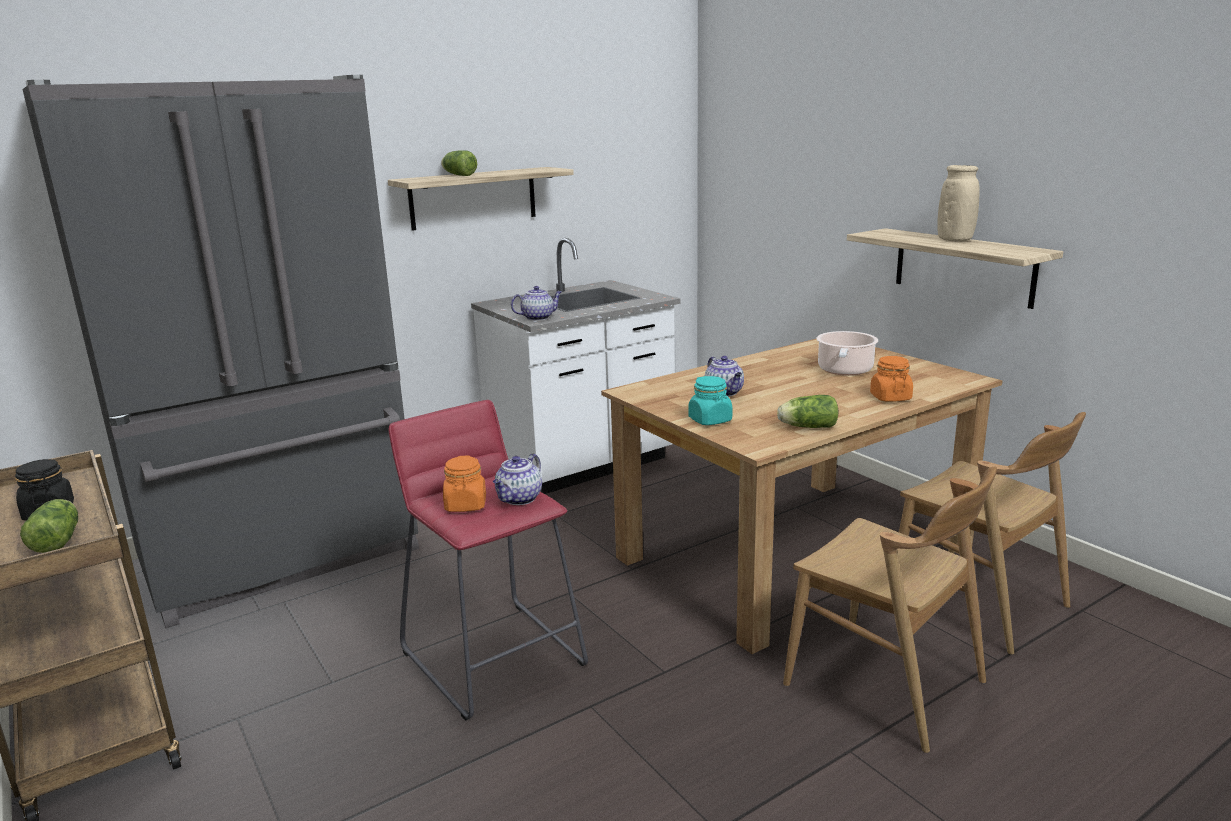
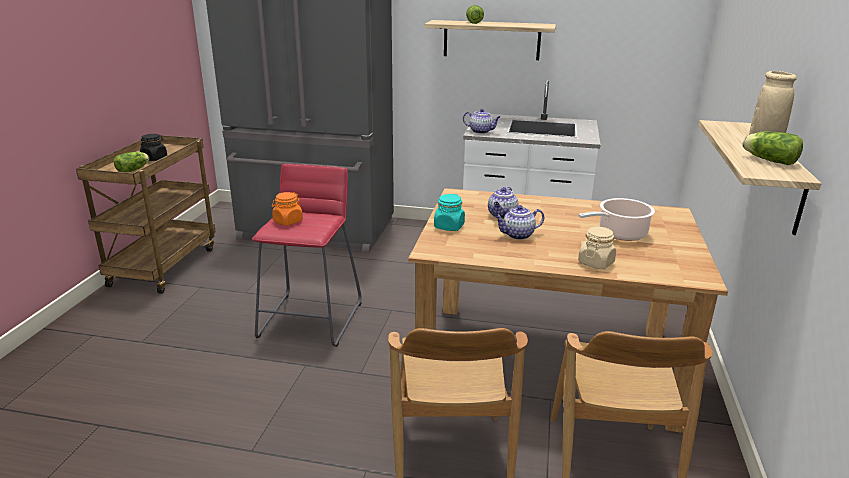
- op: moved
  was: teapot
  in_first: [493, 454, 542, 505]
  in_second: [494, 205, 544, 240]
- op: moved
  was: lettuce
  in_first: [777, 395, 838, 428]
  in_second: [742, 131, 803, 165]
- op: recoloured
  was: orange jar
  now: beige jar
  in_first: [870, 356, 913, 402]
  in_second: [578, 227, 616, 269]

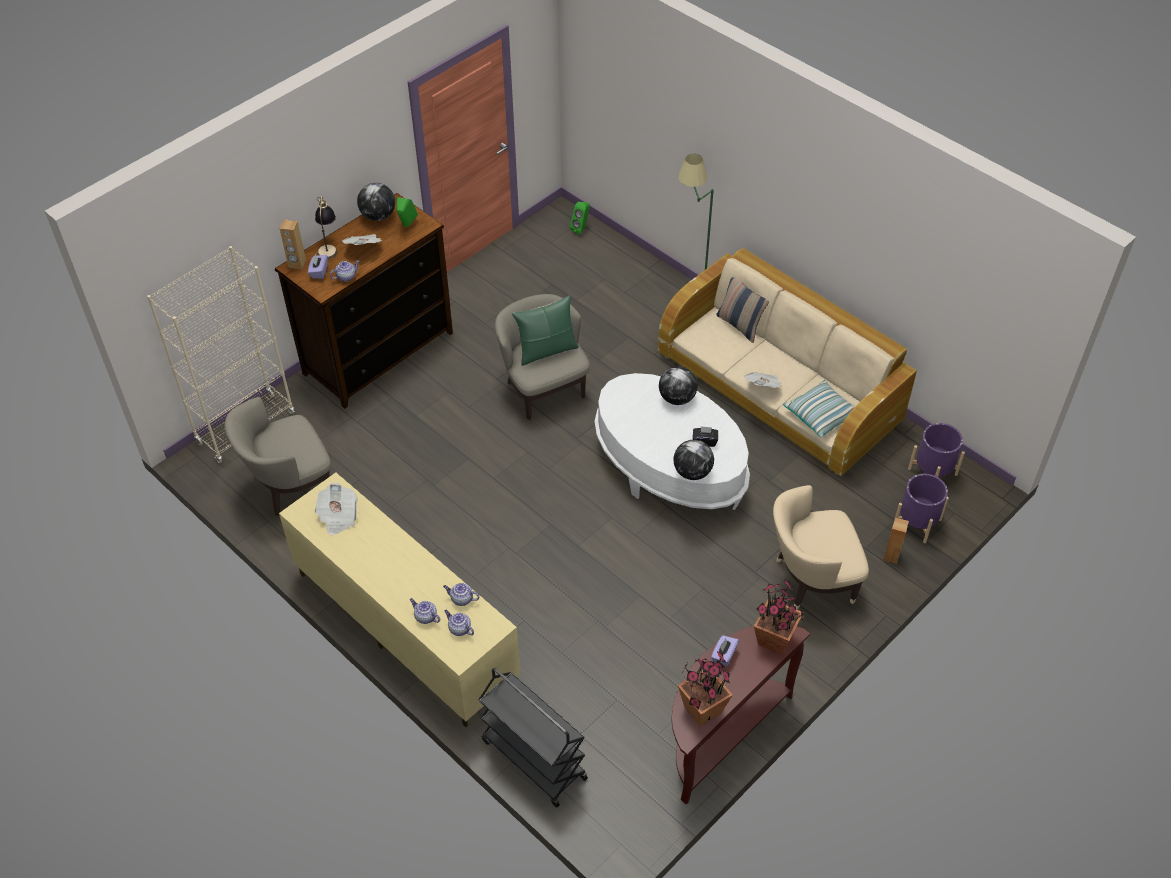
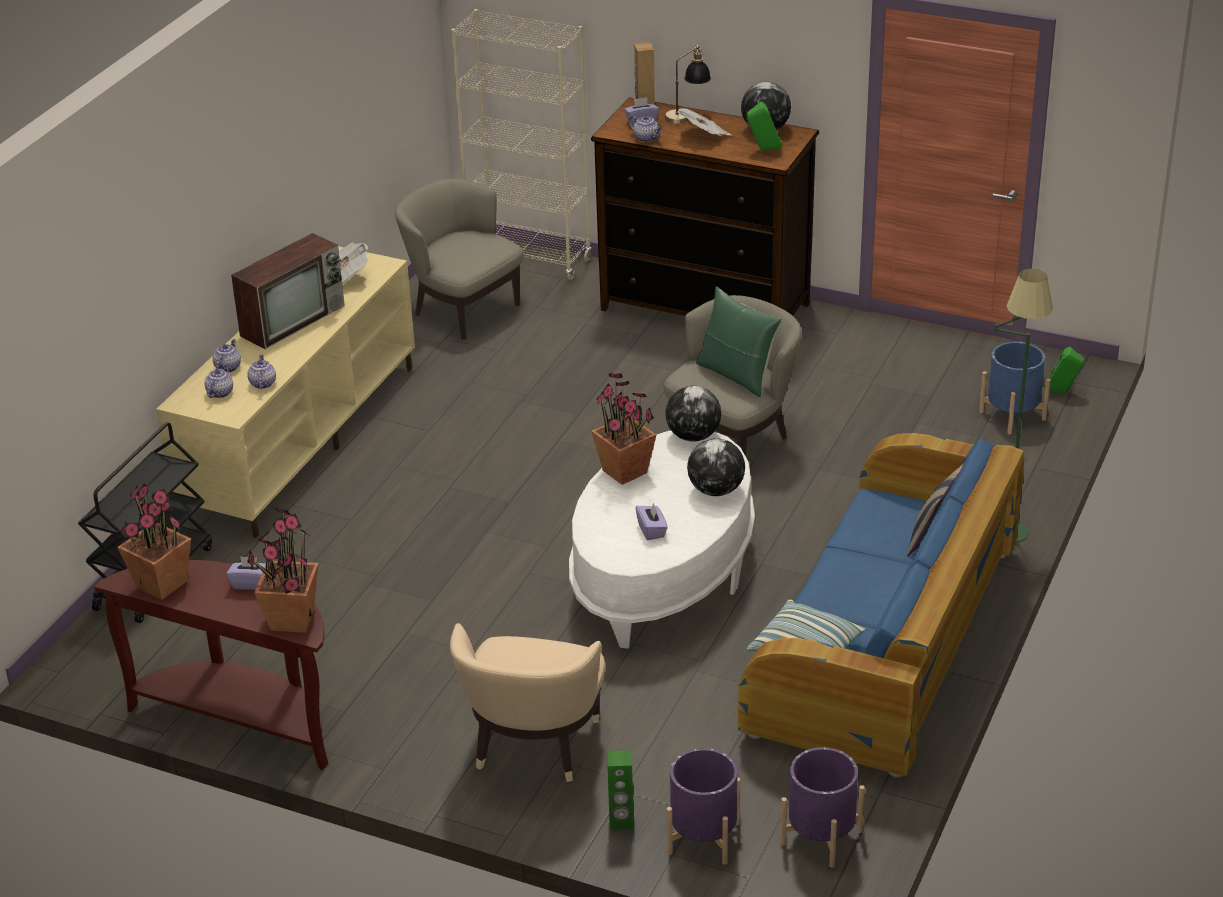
- op: recoloured
  was: beige sofa
  now: blue sofa
  in_first: [658, 248, 917, 476]
  in_second: [738, 433, 1024, 778]
- op: moved
  was: globe
  in_first: [673, 440, 714, 480]
  in_second: [665, 386, 721, 442]
- op: recoloured
  was: black tissue box
  now: purple tissue box
  in_first: [693, 426, 718, 447]
  in_second: [636, 502, 668, 540]
- op: removed
  was: newspaper
  in_first: [744, 372, 782, 388]
- op: turned
  was: beige armchair
  in_first: [773, 485, 869, 610]
  in_second: [450, 623, 605, 782]
  clockwise: -135
- op: recoloured
  was: brown speaker
  now: green speaker
  in_first: [884, 518, 909, 564]
  in_second: [607, 750, 634, 830]
- op: added
  now: television
  in_second: [231, 233, 345, 349]
- op: added
  now: potted plant
  in_second: [591, 373, 656, 485]
- op: added
  now: blue planter
  in_second: [979, 342, 1050, 435]

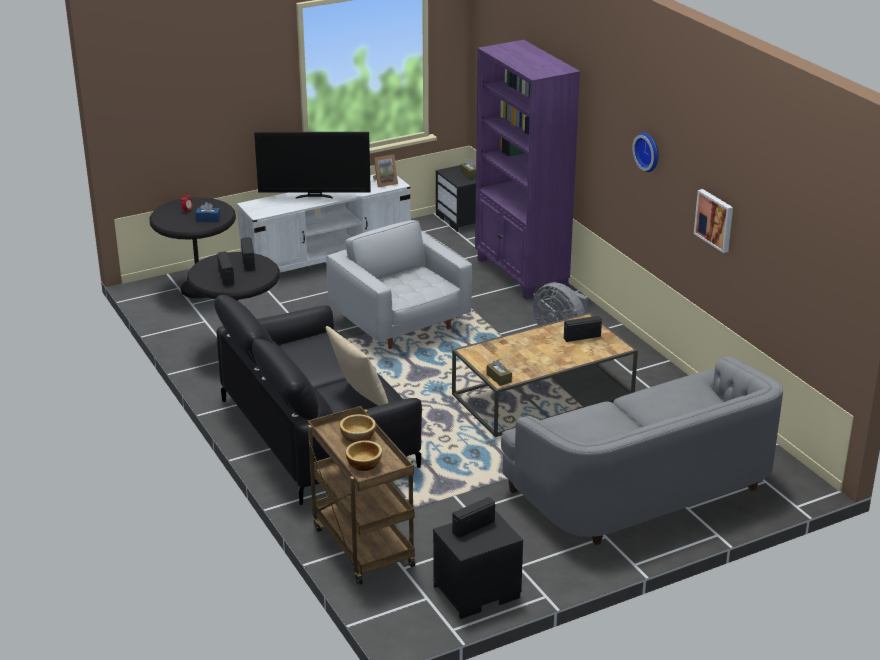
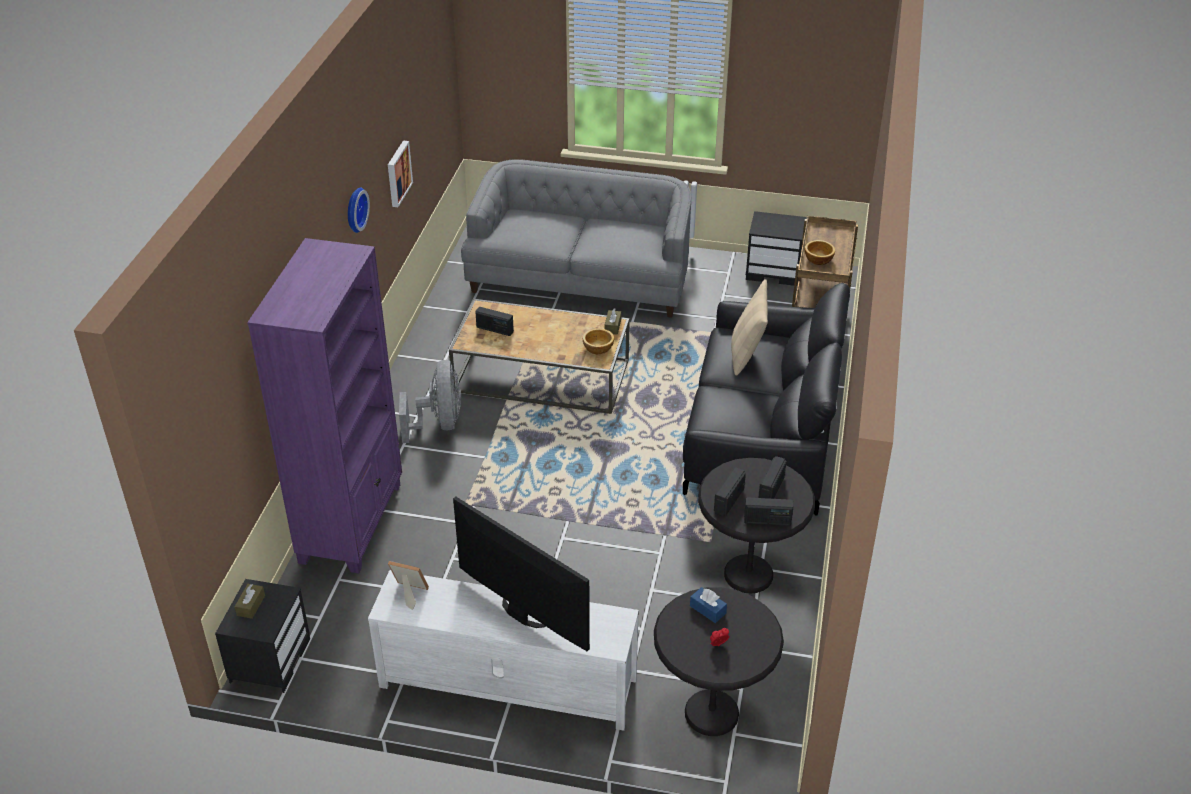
- op: removed
  was: white armchair
  in_first: [326, 220, 472, 349]
- op: moved
  was: bowl
  in_first: [345, 440, 382, 471]
  in_second: [583, 328, 614, 354]
- op: moved
  was: radio
  in_first: [452, 497, 495, 538]
  in_second: [744, 497, 793, 526]

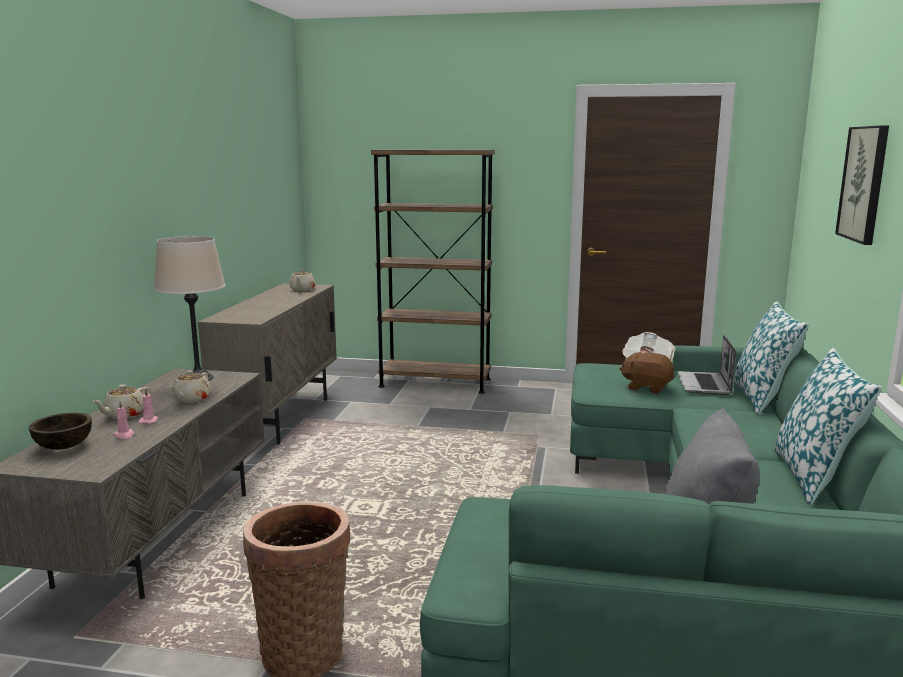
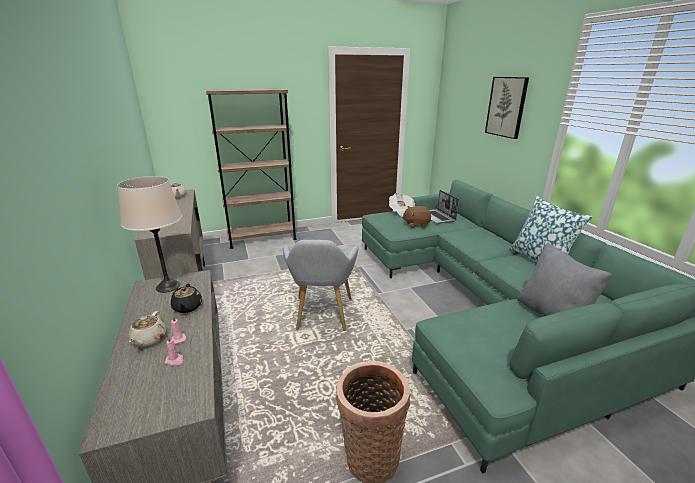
- op: removed
  was: brown bowl
  in_first: [29, 413, 92, 450]
- op: recoloured
  was: beige teapot
  now: black teapot
  in_first: [170, 370, 211, 403]
  in_second: [171, 284, 202, 313]
- op: removed
  was: pillow
  in_first: [733, 301, 809, 415]
- op: added
  now: grey armchair
  in_second: [283, 240, 358, 331]

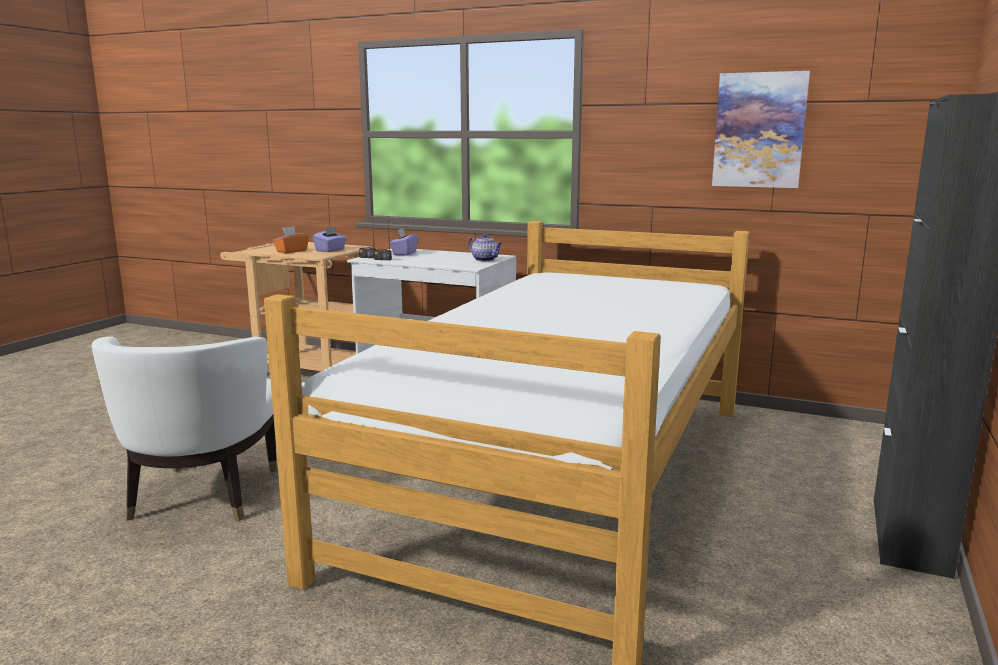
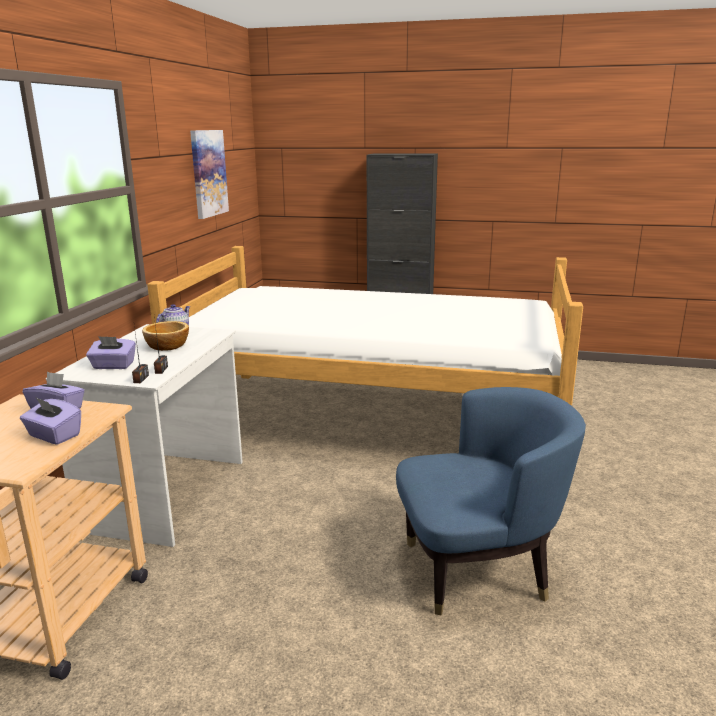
- op: recoloured
  was: white armchair
  now: blue armchair
  in_first: [92, 336, 277, 521]
  in_second: [396, 387, 586, 615]
- op: recoloured
  was: orange tissue box
  now: purple tissue box
  in_first: [273, 227, 309, 253]
  in_second: [20, 397, 81, 445]
- op: added
  now: bowl
  in_second: [142, 321, 189, 351]

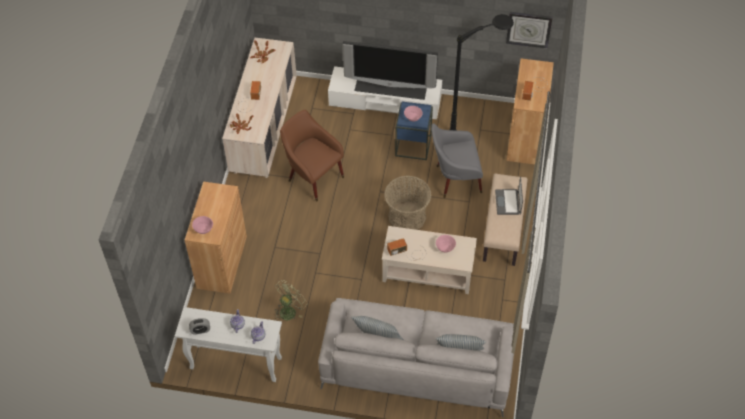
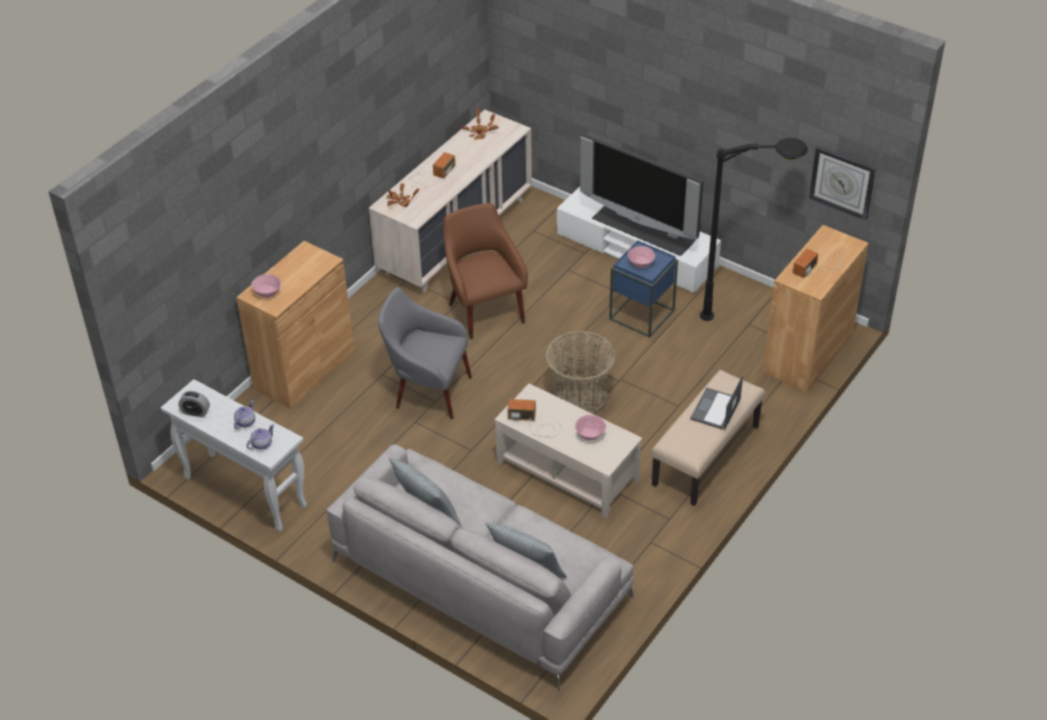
- op: removed
  was: green fan
  in_first: [275, 280, 308, 320]
- op: moved
  was: grey armchair
  in_first: [431, 123, 483, 198]
  in_second: [378, 287, 472, 420]

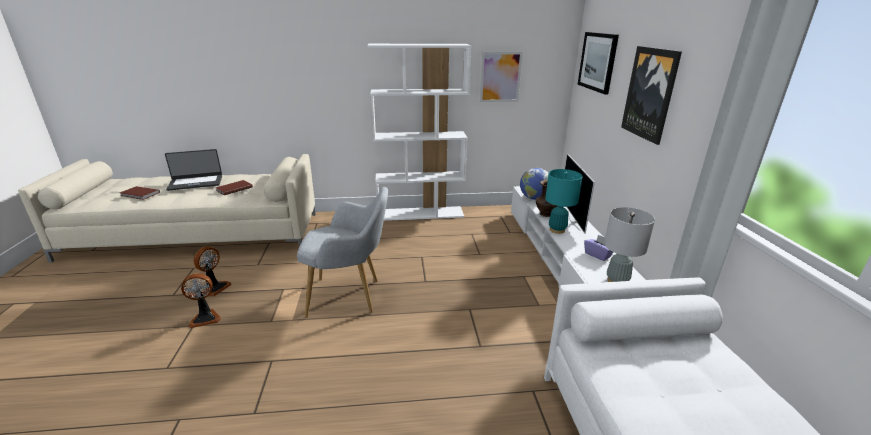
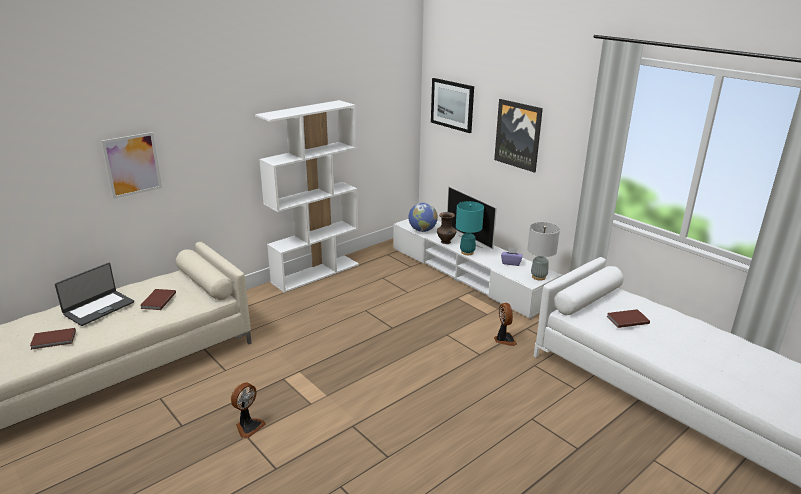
- op: moved
  was: fan
  in_first: [193, 247, 232, 297]
  in_second: [494, 303, 517, 346]
- op: removed
  was: grey armchair
  in_first: [297, 187, 388, 318]
- op: moved
  was: picture
  in_first: [480, 52, 523, 102]
  in_second: [101, 132, 162, 199]
- op: added
  now: brown book
  in_second: [607, 309, 650, 328]

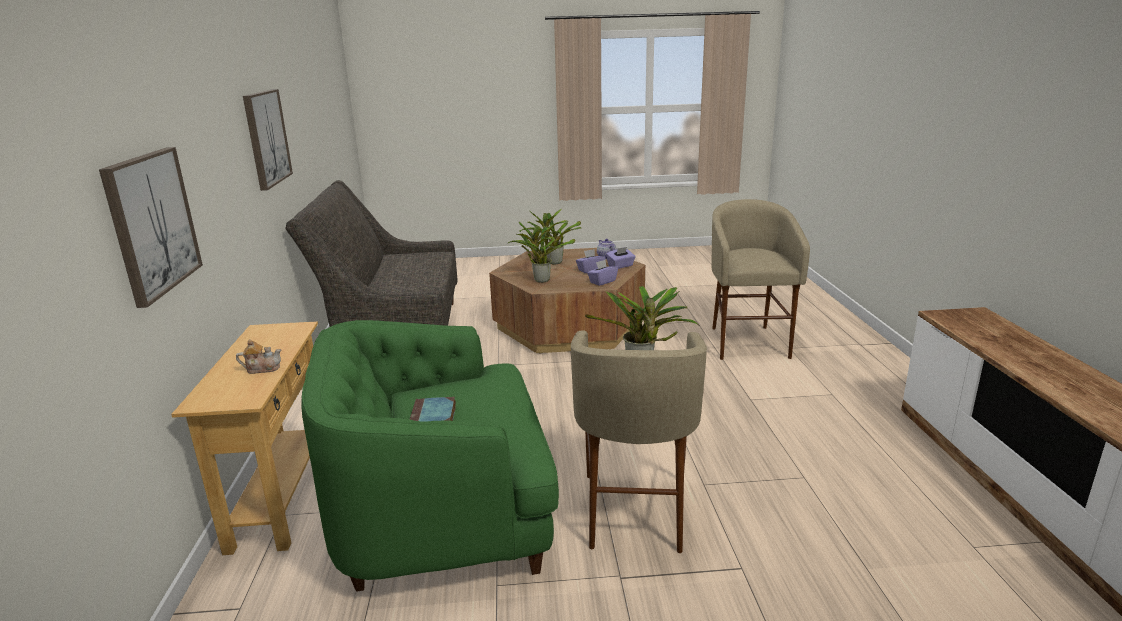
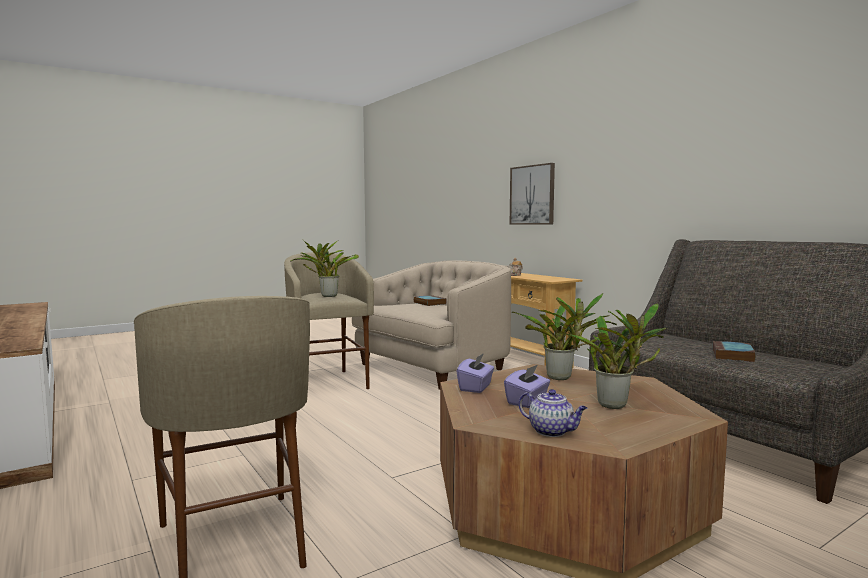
- op: removed
  was: picture
  in_first: [243, 89, 293, 191]
- op: recoloured
  was: green armchair
  now: beige armchair
  in_first: [301, 320, 559, 592]
  in_second: [352, 261, 511, 390]
- op: removed
  was: purple tissue box
  in_first: [606, 247, 635, 269]
- op: added
  now: book
  in_second: [713, 341, 756, 362]

